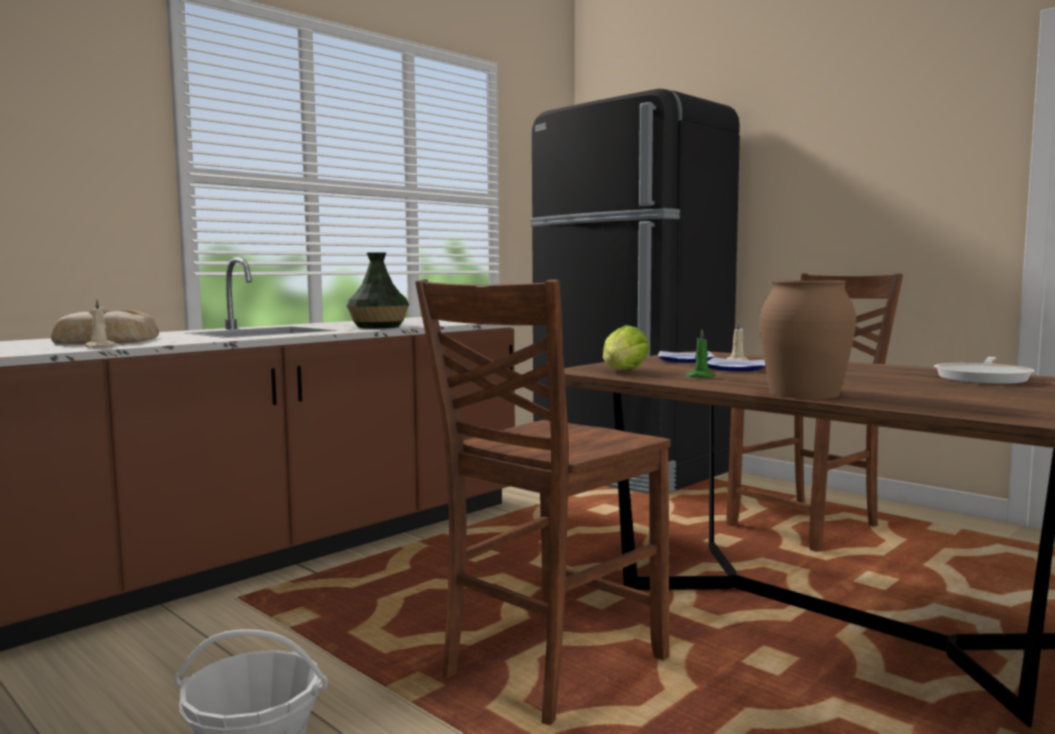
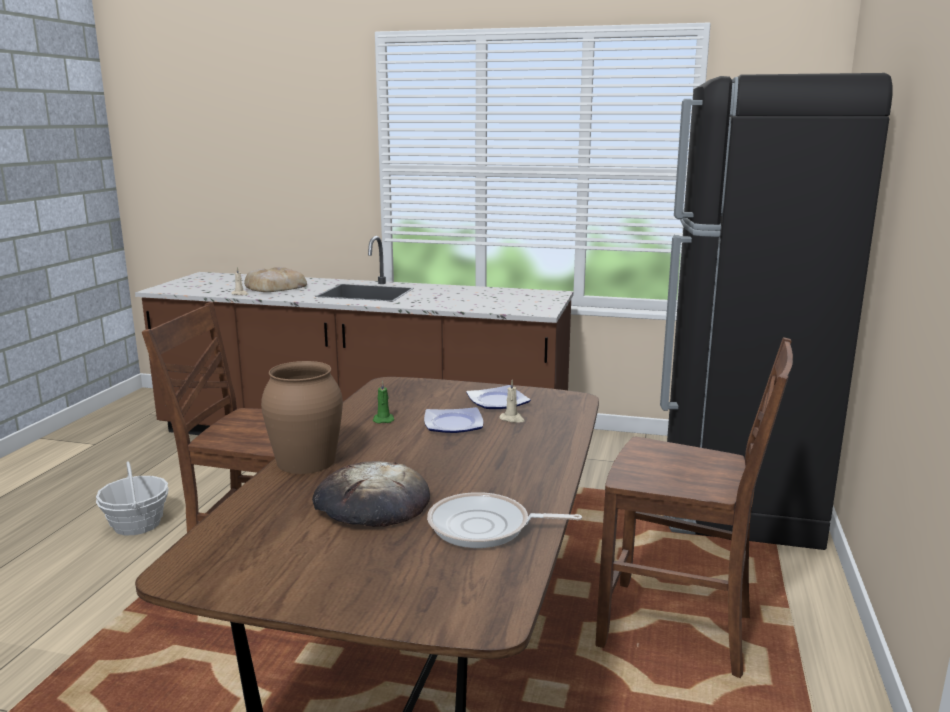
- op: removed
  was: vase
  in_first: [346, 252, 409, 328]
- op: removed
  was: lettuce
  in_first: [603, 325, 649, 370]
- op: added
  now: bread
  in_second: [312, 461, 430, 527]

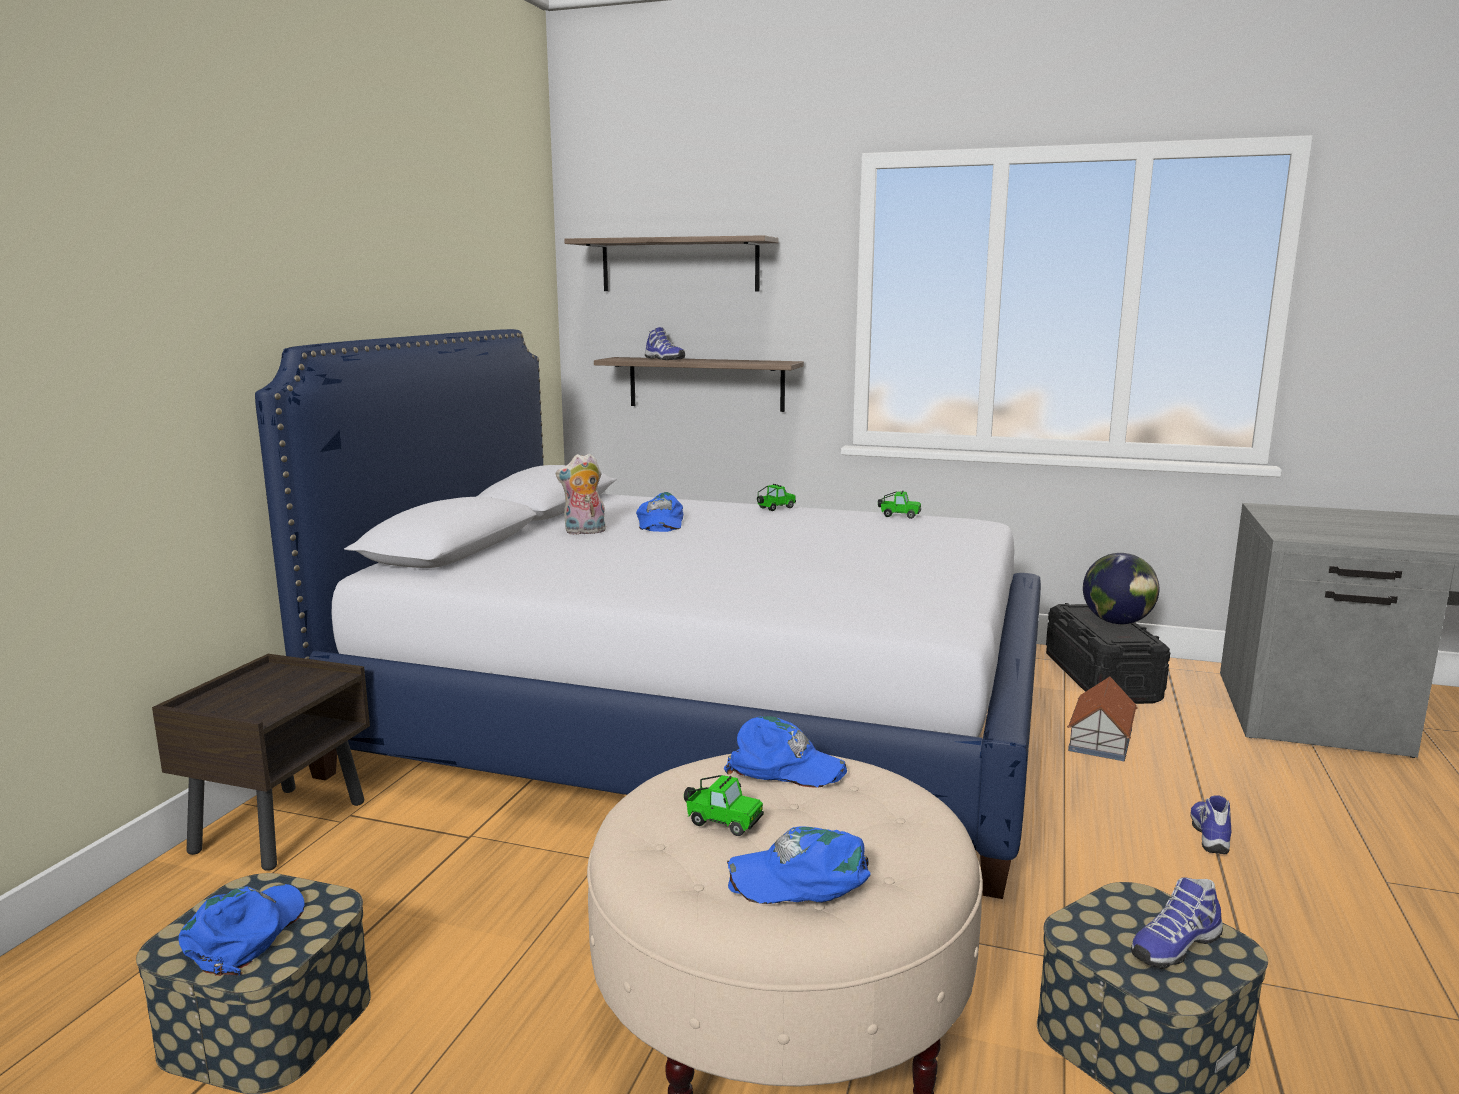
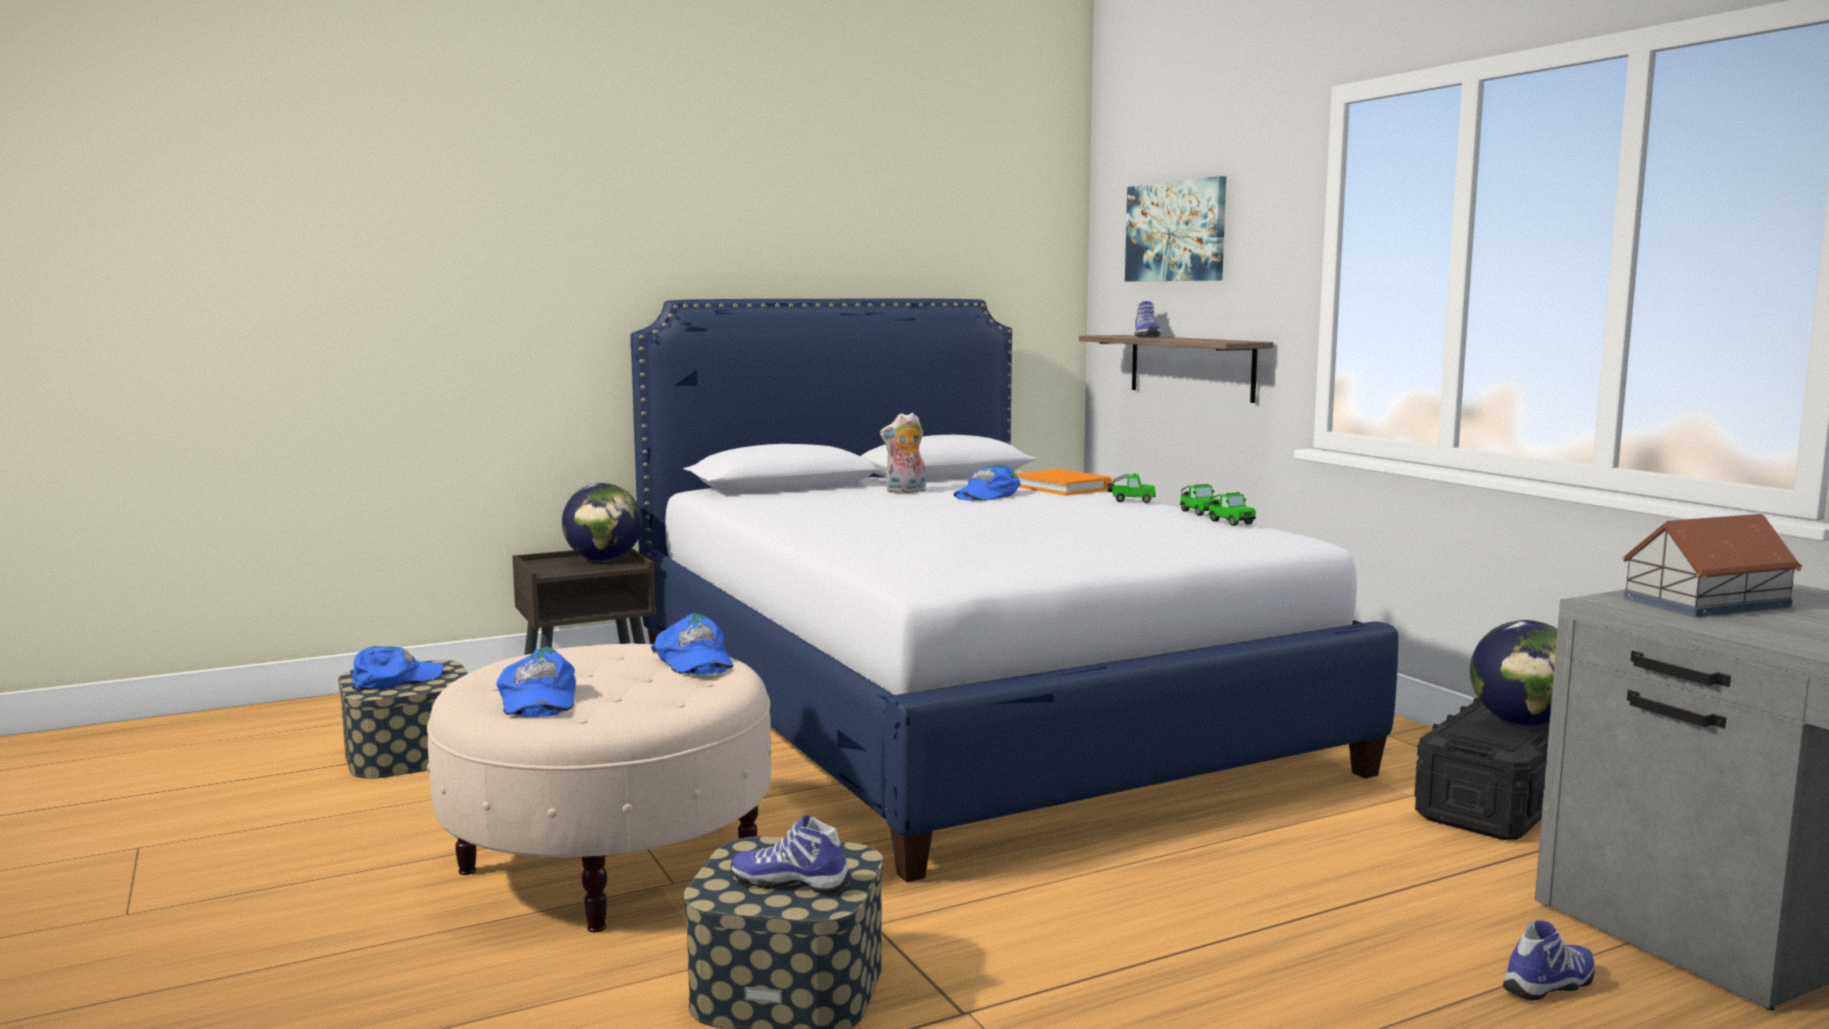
- op: turned
  was: plush toy
  in_first: [556, 453, 606, 535]
  in_second: [880, 413, 926, 493]
  clockwise: -45
- op: replaced
  was: shelf
  now: picture
  in_first: [564, 235, 779, 292]
  in_second: [1125, 176, 1226, 282]
- op: moved
  was: toy car
  in_first: [684, 775, 764, 836]
  in_second: [1180, 484, 1220, 516]
- op: turned
  was: blue cap
  in_first: [727, 827, 871, 904]
  in_second: [496, 646, 576, 717]
  clockwise: -150
- op: moved
  was: toy house
  in_first: [1067, 677, 1138, 761]
  in_second: [1622, 514, 1802, 617]
- op: moved
  was: shoe
  in_first: [1190, 795, 1232, 854]
  in_second: [1503, 920, 1595, 1001]
- op: added
  now: globe
  in_second: [562, 483, 642, 561]
- op: added
  now: orange book
  in_second: [1015, 469, 1112, 496]

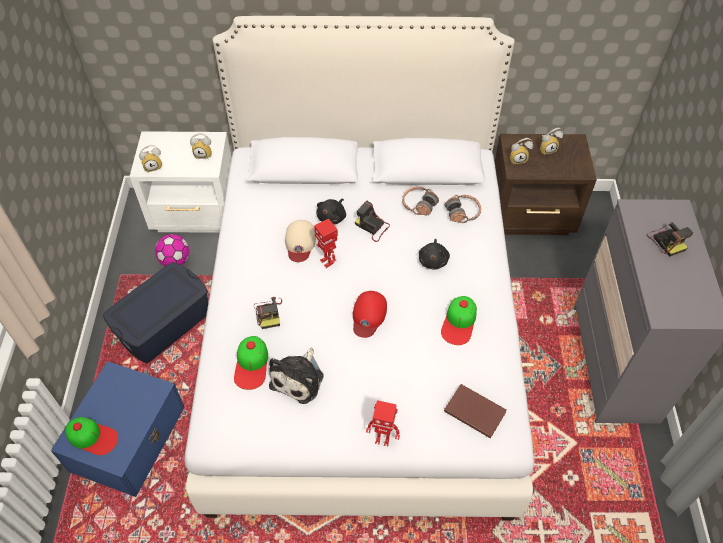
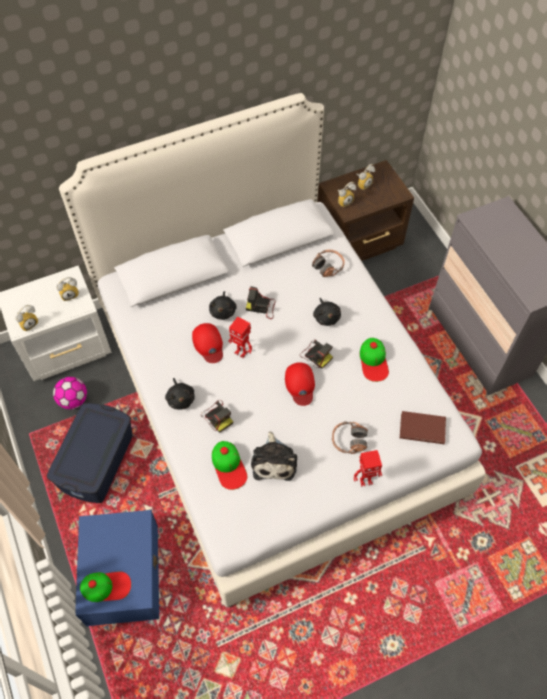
- op: recoloured
  was: beige cap
  now: red cap
  in_first: [285, 220, 316, 262]
  in_second: [192, 323, 223, 363]
- op: moved
  was: headphones
  in_first: [402, 187, 439, 215]
  in_second: [332, 422, 368, 454]
- op: moved
  was: photo camera
  in_first: [646, 222, 693, 257]
  in_second: [300, 340, 333, 369]
- op: added
  now: black plush toy
  in_second: [165, 378, 195, 410]

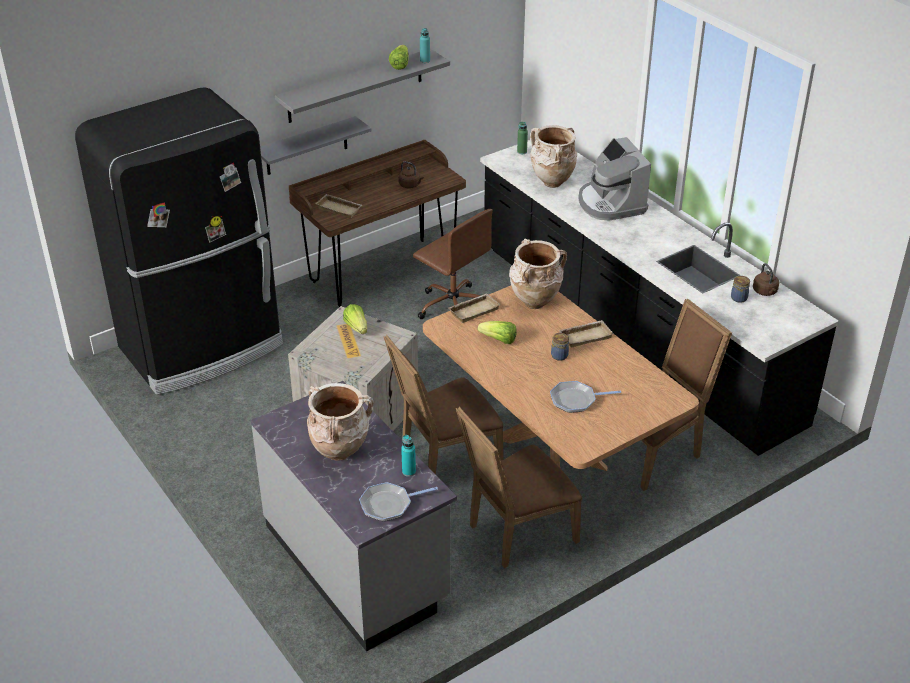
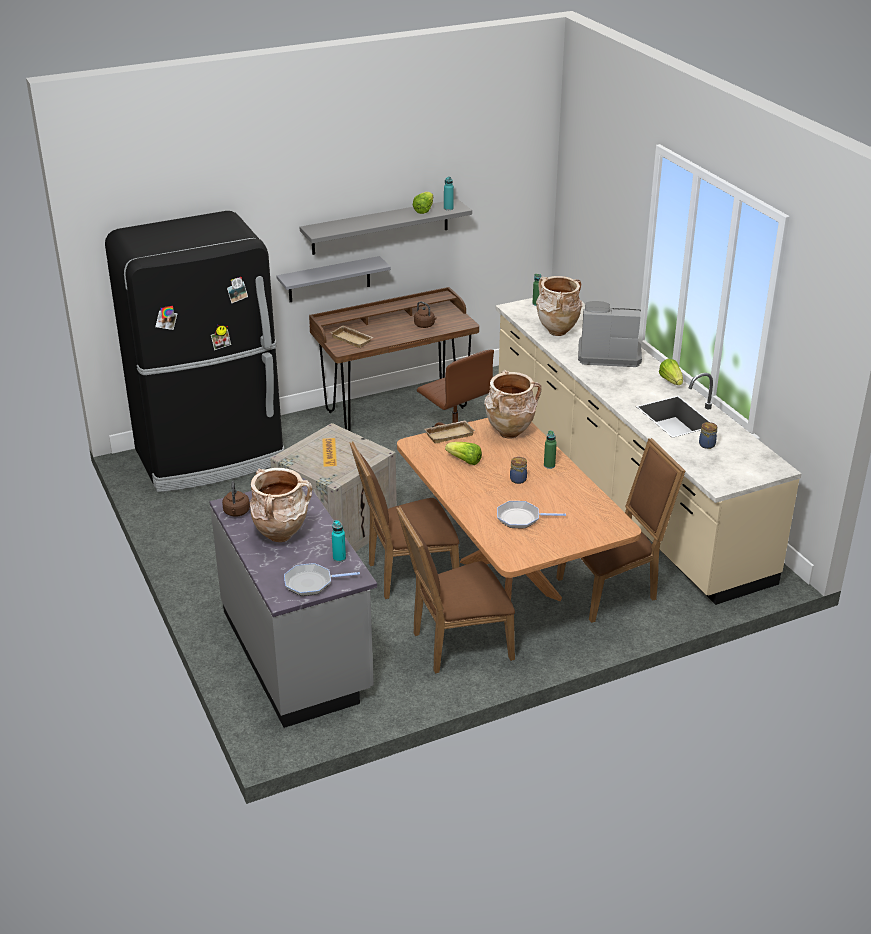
- op: moved
  was: lettuce
  in_first: [343, 304, 367, 334]
  in_second: [659, 359, 683, 385]
- op: recoloured
  was: black counter
  now: beige counter
  in_first: [480, 138, 839, 456]
  in_second: [495, 298, 802, 605]
- op: replaced
  was: beige tray
  now: green bottle
  in_first: [559, 320, 614, 347]
  in_second: [544, 430, 557, 469]
- op: turned
  was: coffee machine
  in_first: [578, 137, 651, 220]
  in_second: [578, 301, 642, 367]
  clockwise: 105
- op: moved
  was: brown kettle
  in_first: [753, 263, 779, 296]
  in_second: [222, 481, 250, 517]

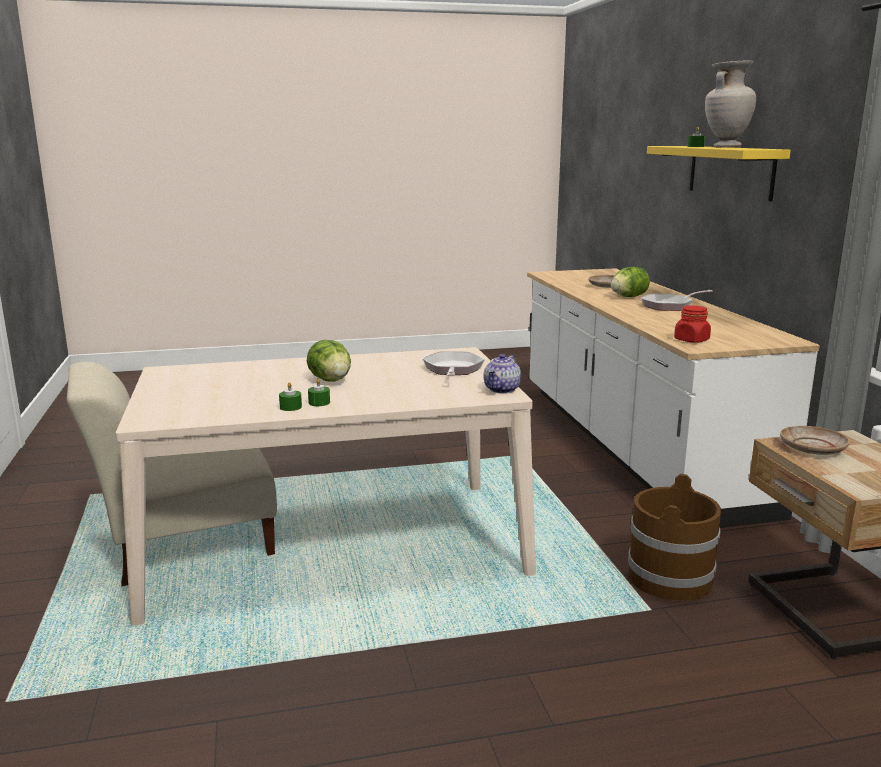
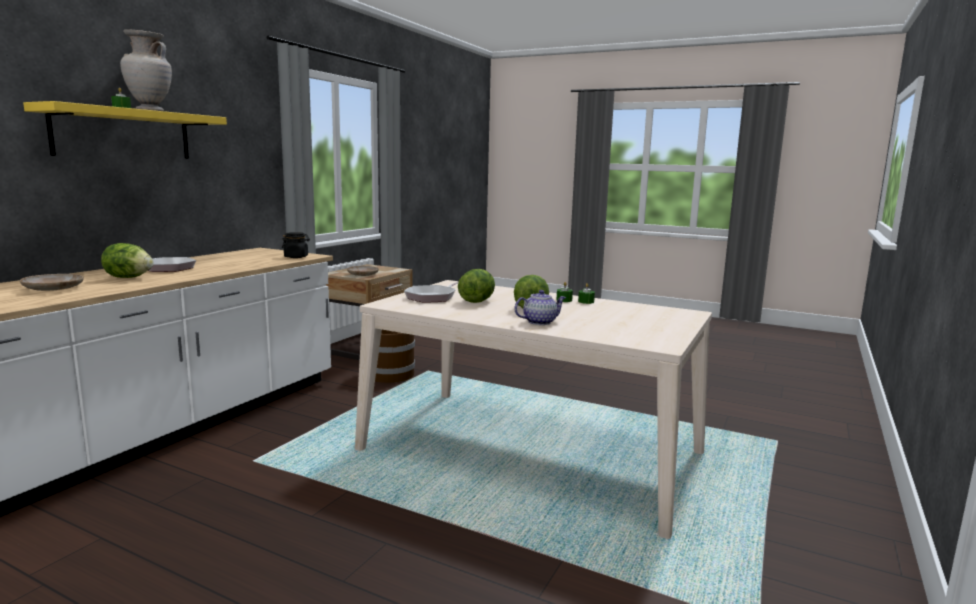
- op: removed
  was: beige chair
  in_first: [67, 362, 277, 586]
- op: moved
  was: teapot
  in_first: [484, 354, 521, 393]
  in_second: [514, 290, 566, 325]
- op: recoloured
  was: red jar
  now: black jar
  in_first: [674, 305, 711, 343]
  in_second: [282, 232, 310, 258]
- op: added
  now: lettuce
  in_second: [458, 269, 495, 303]

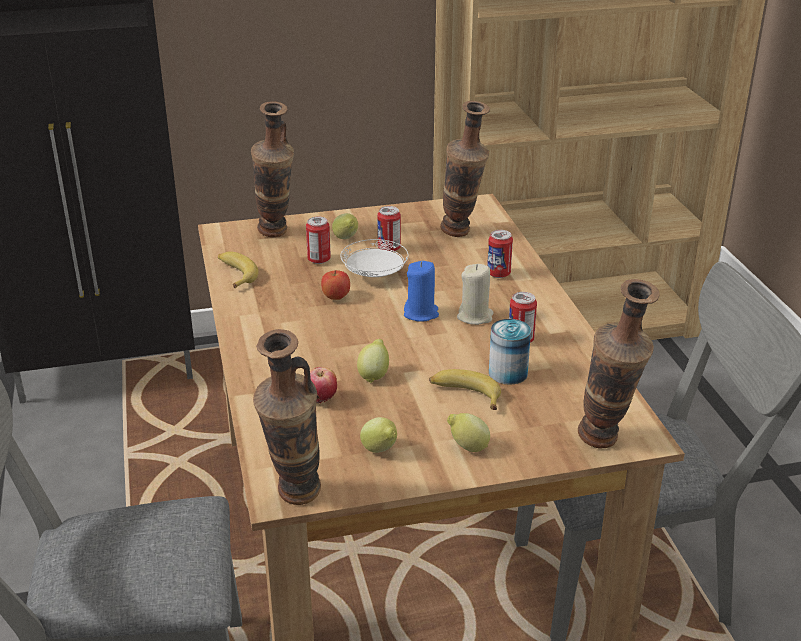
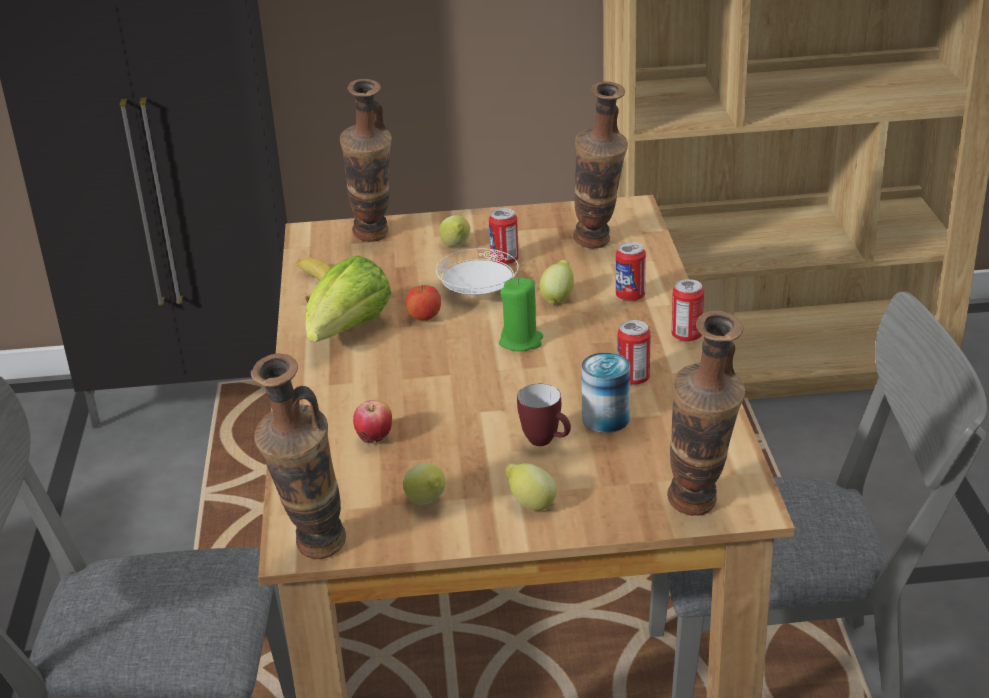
- op: moved
  was: can
  in_first: [306, 216, 331, 264]
  in_second: [672, 279, 704, 342]
- op: moved
  was: lemon
  in_first: [357, 339, 389, 383]
  in_second: [539, 260, 574, 305]
- op: recoloured
  was: blue candle
  now: green candle
  in_first: [404, 261, 439, 322]
  in_second: [499, 277, 543, 351]
- op: replaced
  was: banana
  now: mug
  in_first: [429, 369, 501, 410]
  in_second: [517, 384, 571, 446]
- op: removed
  was: beige candle
  in_first: [457, 264, 494, 325]
- op: added
  now: lettuce
  in_second: [306, 255, 392, 342]

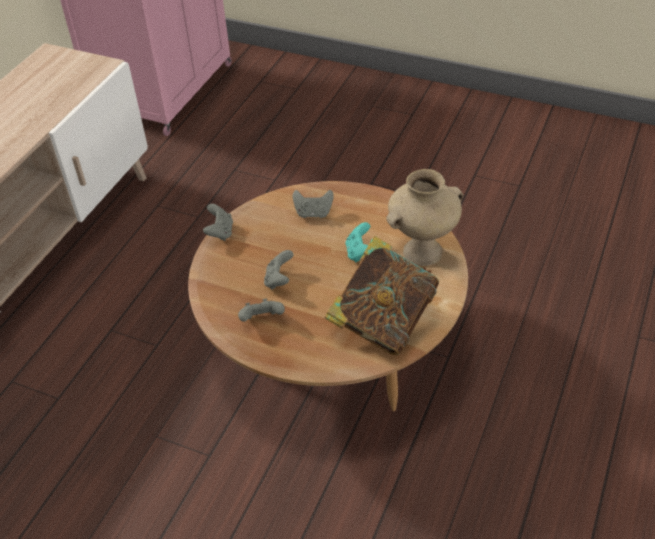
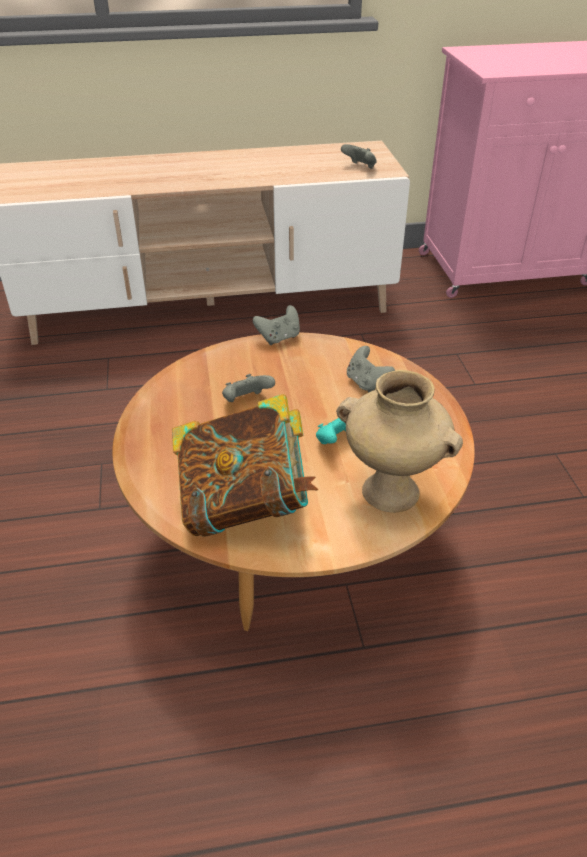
- op: moved
  was: grey game controller
  in_first: [238, 298, 285, 322]
  in_second: [341, 144, 377, 169]

